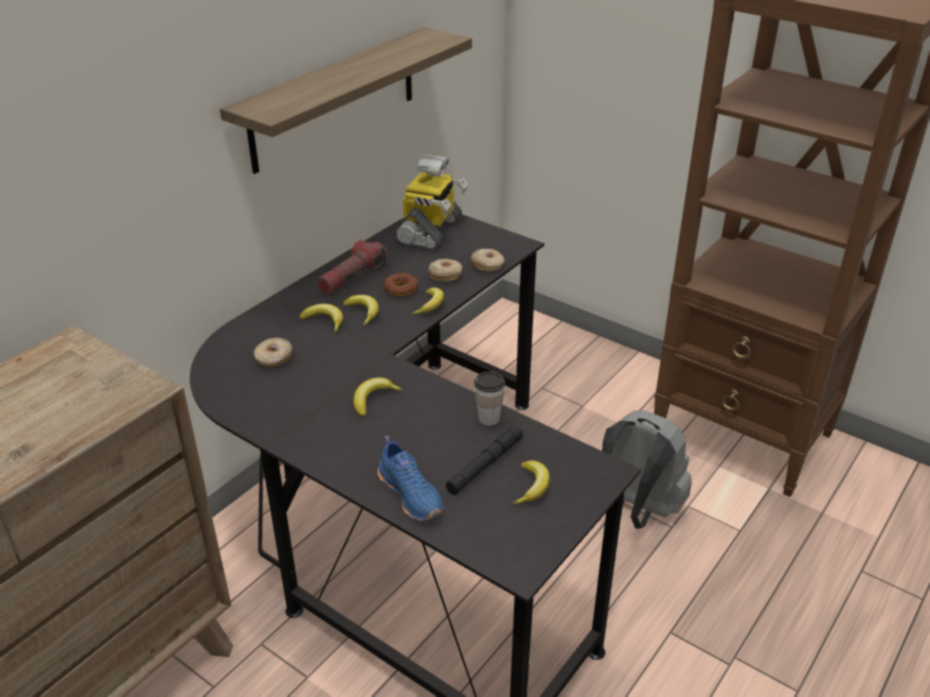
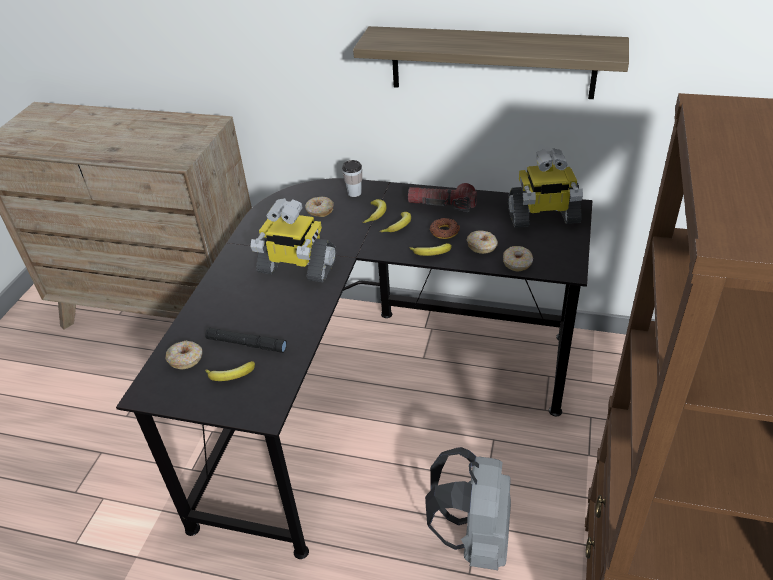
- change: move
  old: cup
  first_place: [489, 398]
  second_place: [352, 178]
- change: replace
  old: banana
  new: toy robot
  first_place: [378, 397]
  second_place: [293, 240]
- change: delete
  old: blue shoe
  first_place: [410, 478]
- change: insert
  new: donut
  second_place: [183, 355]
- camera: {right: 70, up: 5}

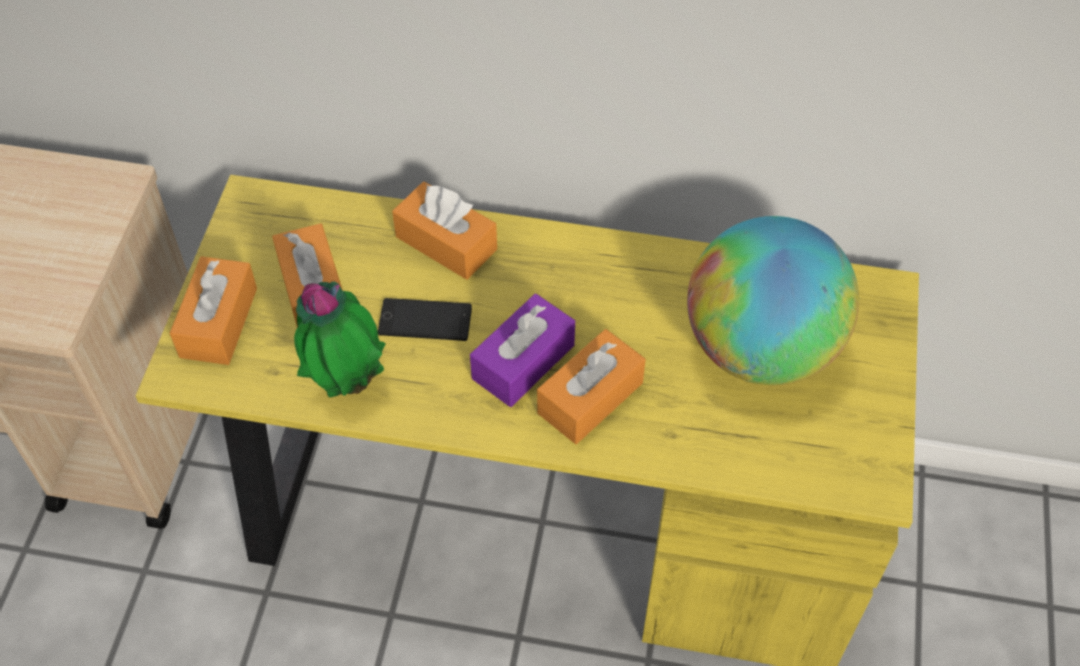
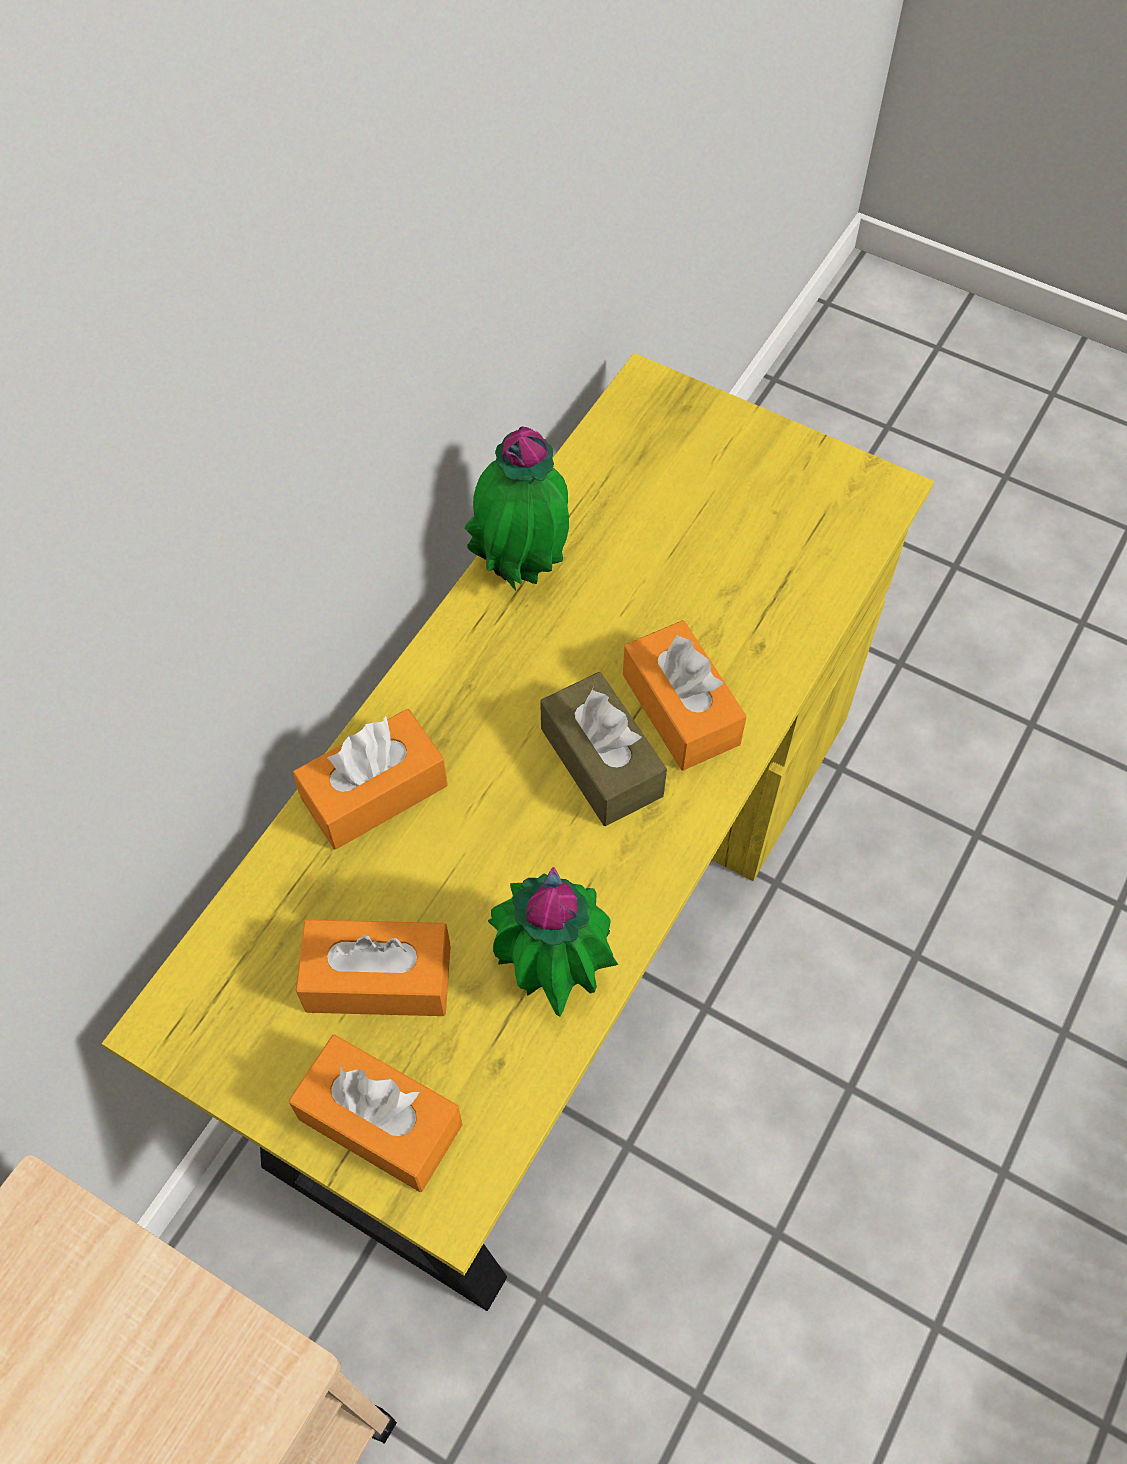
- change: delete
  old: globe
  first_place: [773, 300]
- change: recolor
  old: purple tissue box
  new: brown tissue box
  first_place: [522, 350]
  second_place: [603, 749]
- change: delete
  old: phone
  first_place: [425, 319]
- change: insert
  new: potted plant
  second_place: [517, 508]
- camera: {right: -70, up: 5}

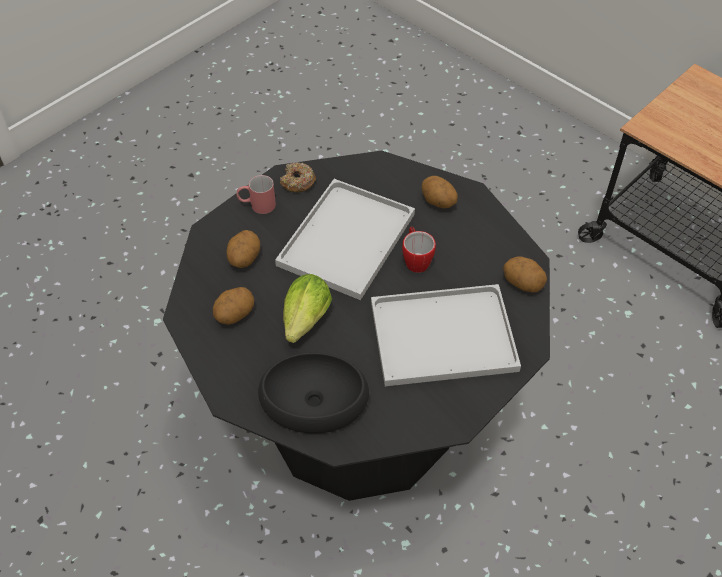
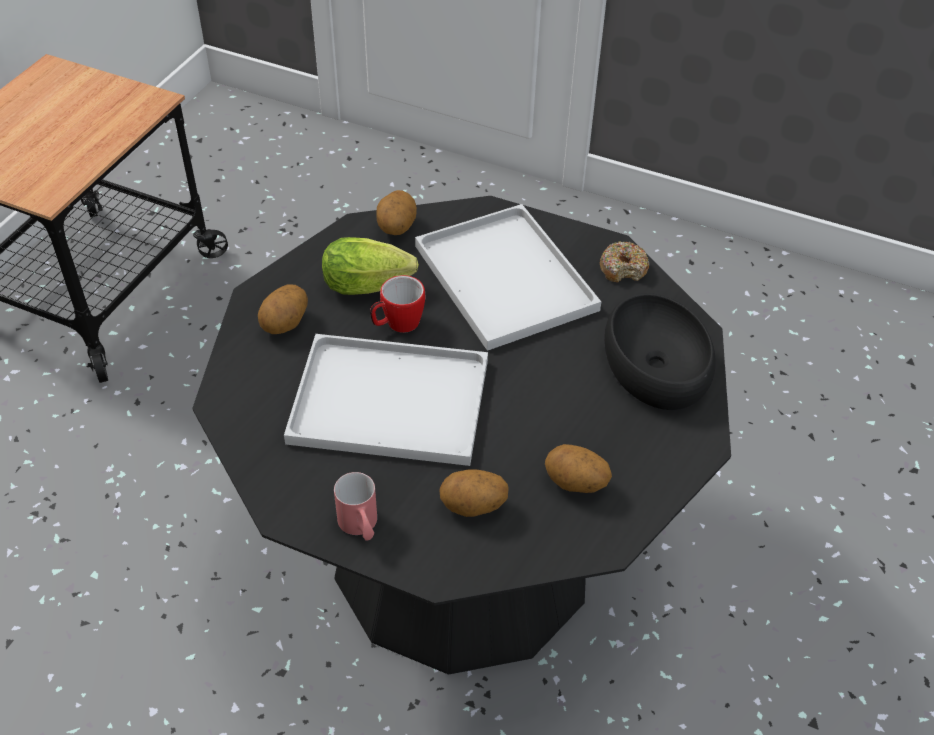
- change: move
  old: donut
  first_place: [298, 177]
  second_place: [624, 262]
- change: move
  old: lettuce
  first_place: [307, 308]
  second_place: [370, 266]
- camera: {right: -110, up: -5}

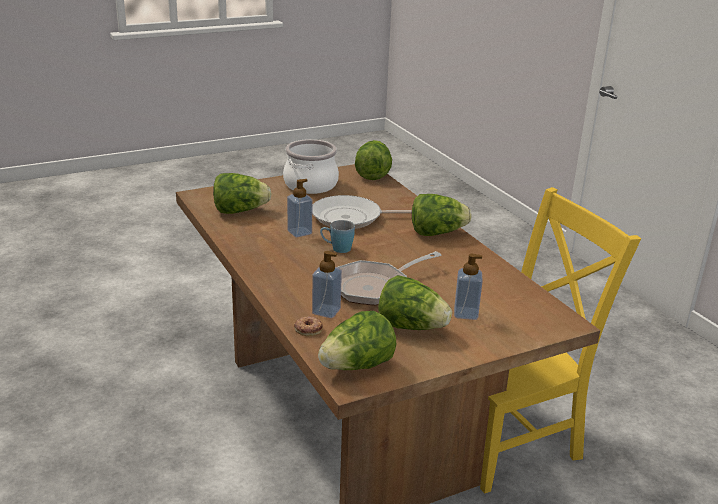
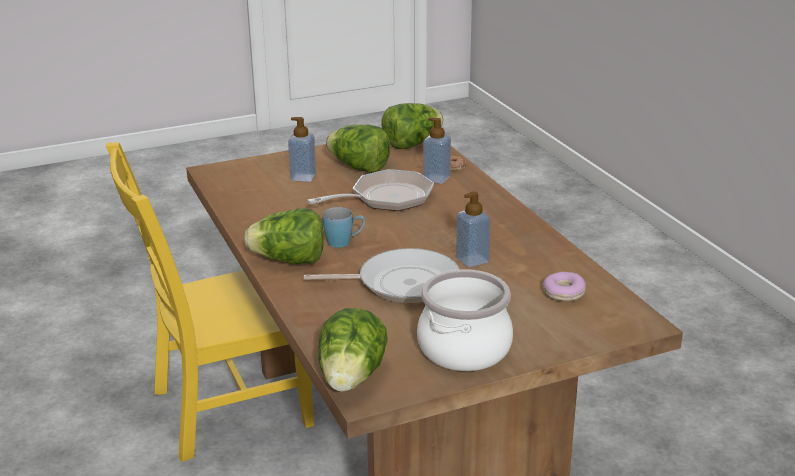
- change: replace
  old: lettuce
  new: donut
  first_place: [242, 193]
  second_place: [564, 286]
- change: move
  old: blue mug
  first_place: [337, 236]
  second_place: [344, 227]
- camera: {right: -175, up: 0}

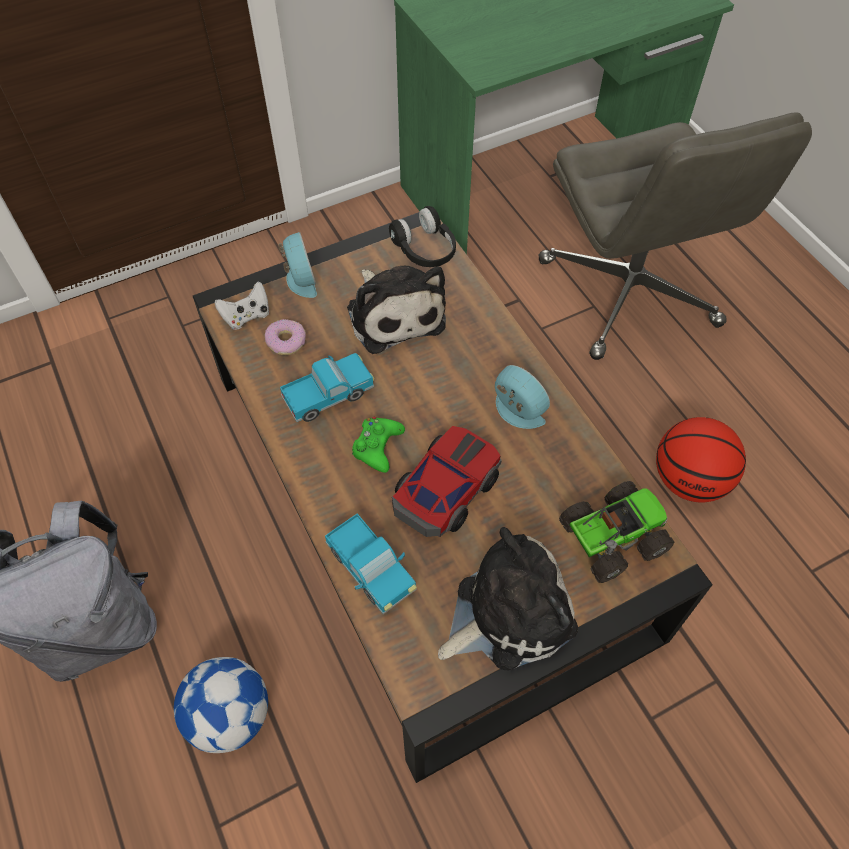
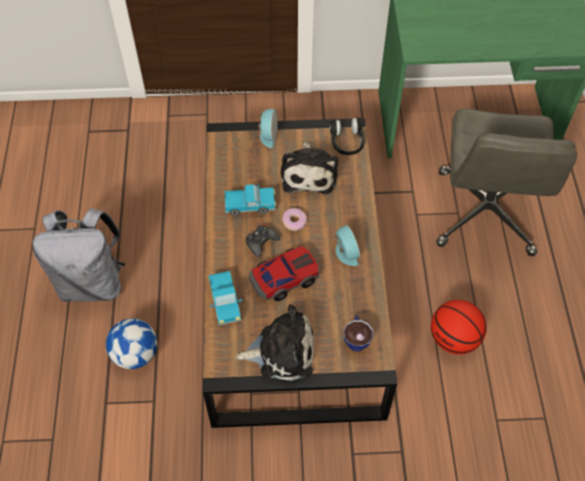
- change: delete
  old: white game controller
  first_place: [242, 305]
- change: move
  old: donut
  first_place: [285, 337]
  second_place: [294, 219]
- change: recolor
  old: green game controller
  new: black game controller
  first_place: [378, 445]
  second_place: [263, 241]
- change: replace
  old: toy truck
  new: cup
  first_place: [616, 532]
  second_place: [358, 333]
- camera: {right: 25, up: 0}

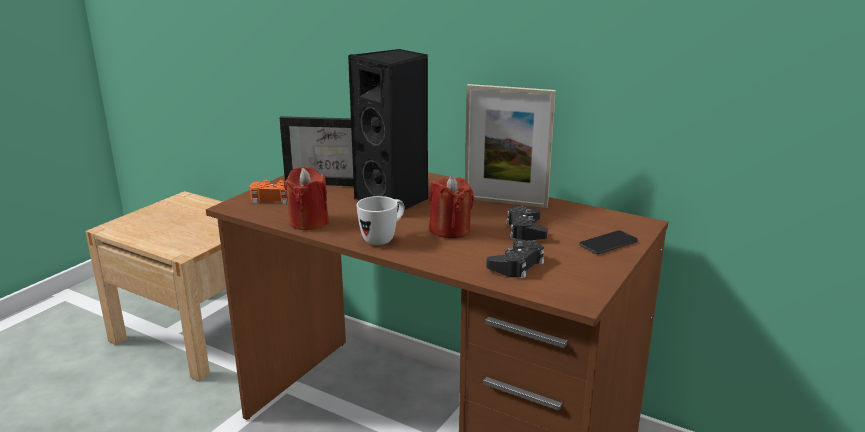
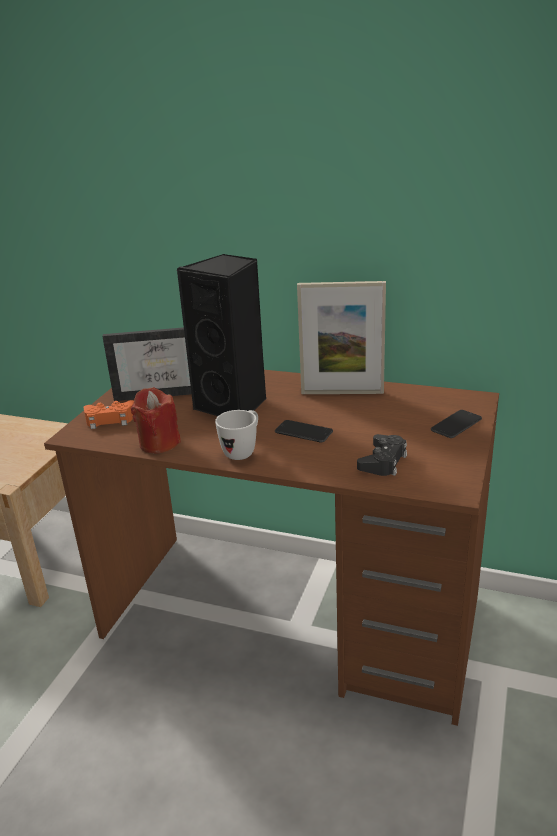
- change: replace
  old: red candle
  new: phone
  first_place: [451, 207]
  second_place: [304, 431]
- change: delete
  old: black game controller
  first_place: [527, 223]
- camera: {right: -10, up: 5}

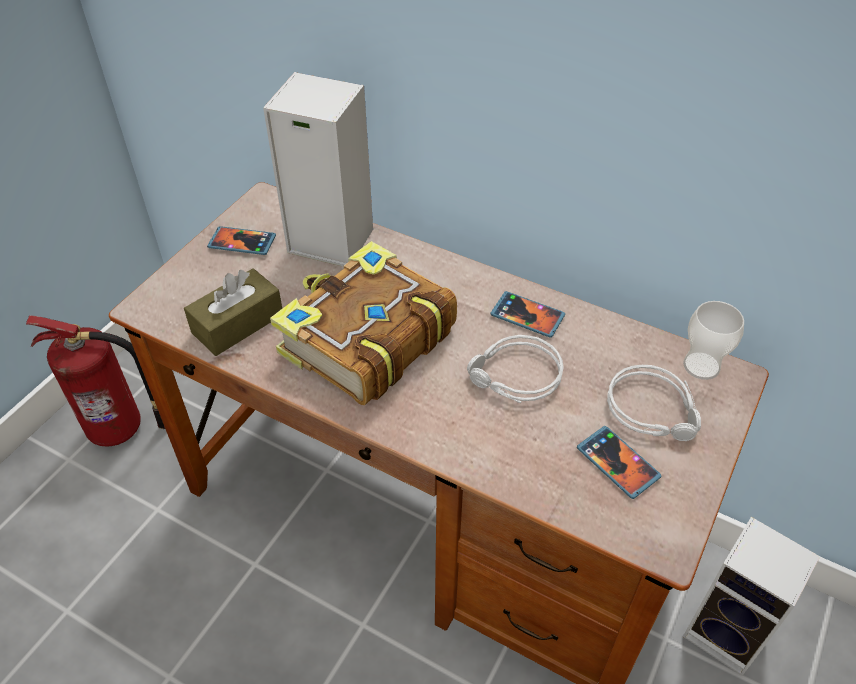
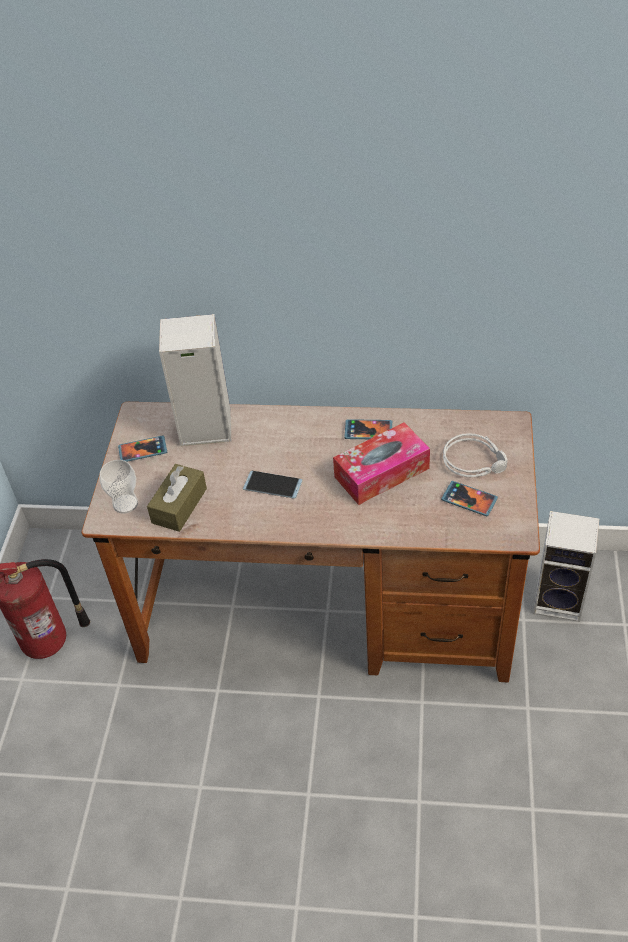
- change: replace
  old: book
  new: phone
  first_place: [363, 323]
  second_place: [273, 485]
- change: move
  old: cup
  first_place: [713, 340]
  second_place: [119, 487]
- change: replace
  old: grey headphones
  new: tissue box
  first_place: [515, 369]
  second_place: [381, 464]
- camera: {right: -20, up: 0}

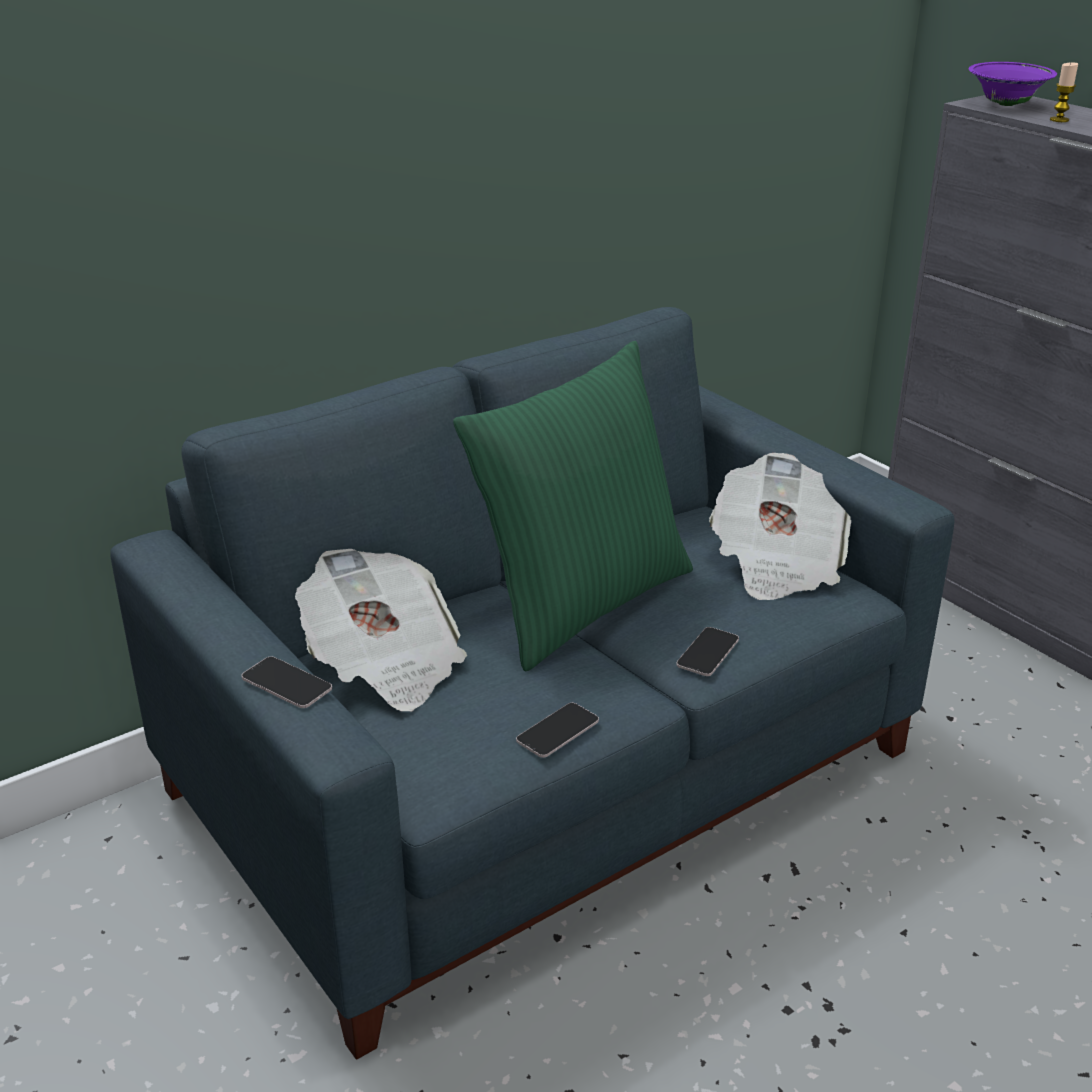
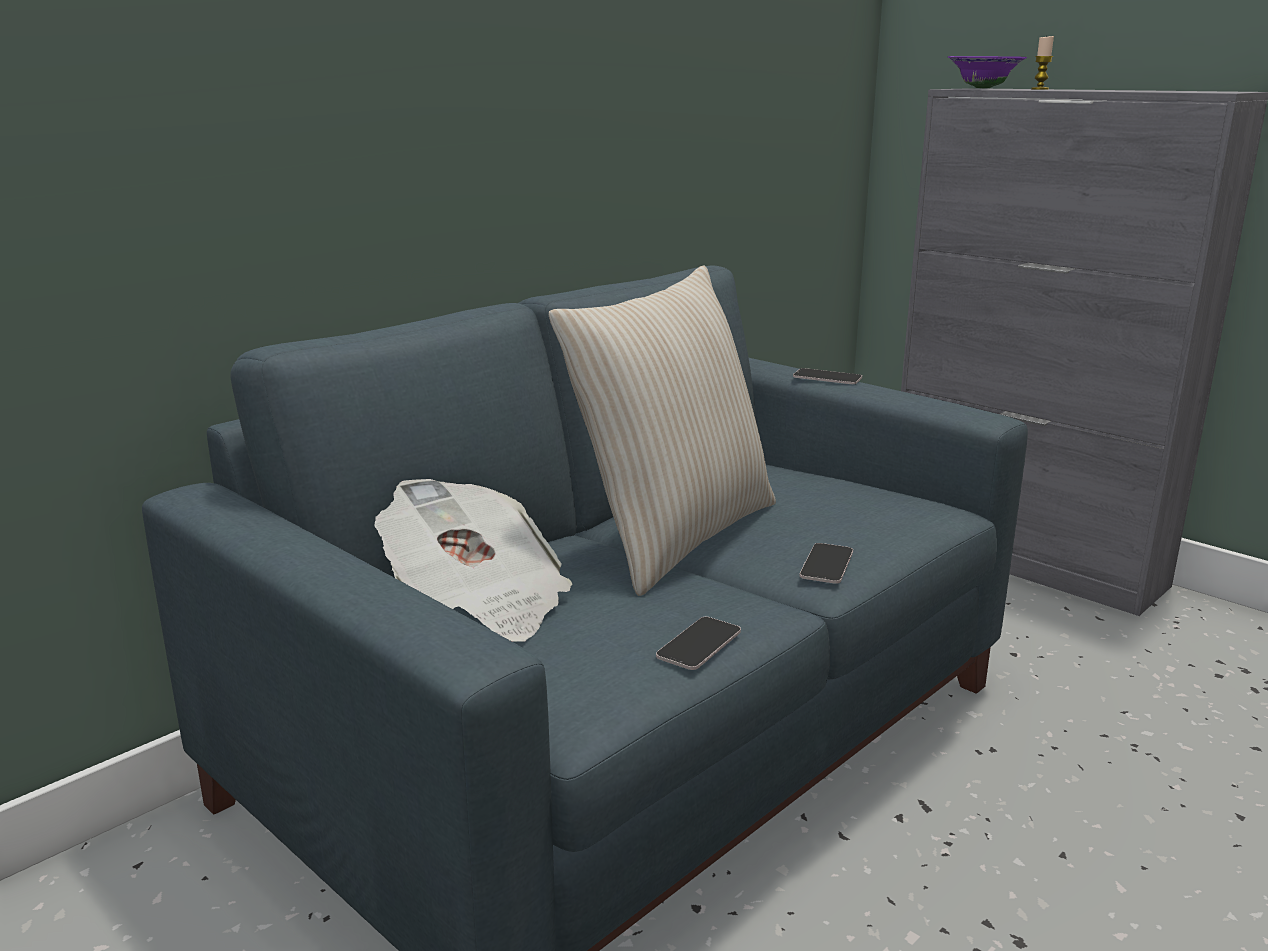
- change: recolor
  old: green pillow
  new: beige pillow
  first_place: [573, 506]
  second_place: [662, 430]
- change: delete
  old: newspaper
  first_place: [780, 526]
- change: move
  old: phone
  first_place: [287, 682]
  second_place: [827, 376]
- camera: {right: -10, up: -10}

